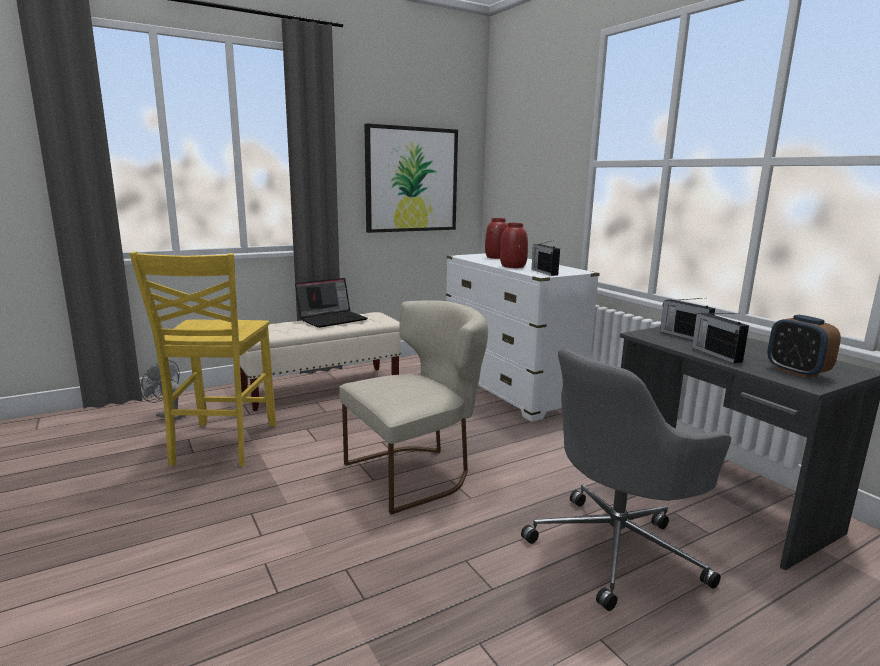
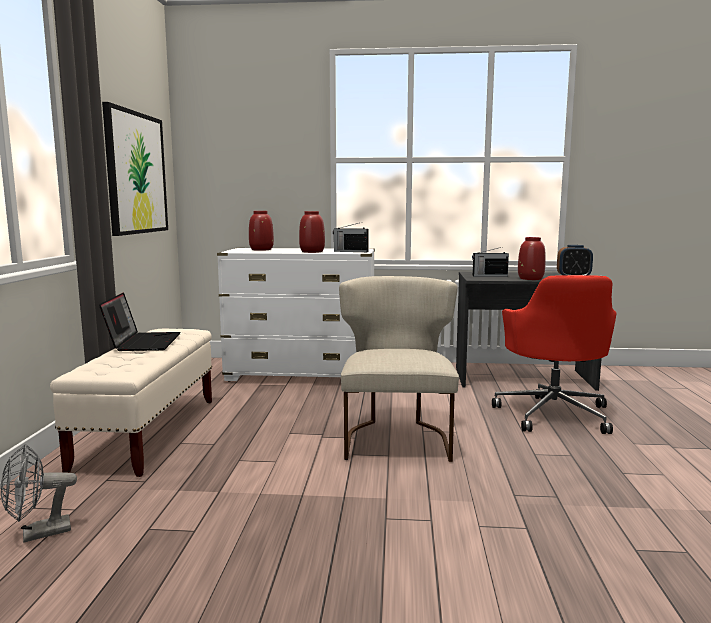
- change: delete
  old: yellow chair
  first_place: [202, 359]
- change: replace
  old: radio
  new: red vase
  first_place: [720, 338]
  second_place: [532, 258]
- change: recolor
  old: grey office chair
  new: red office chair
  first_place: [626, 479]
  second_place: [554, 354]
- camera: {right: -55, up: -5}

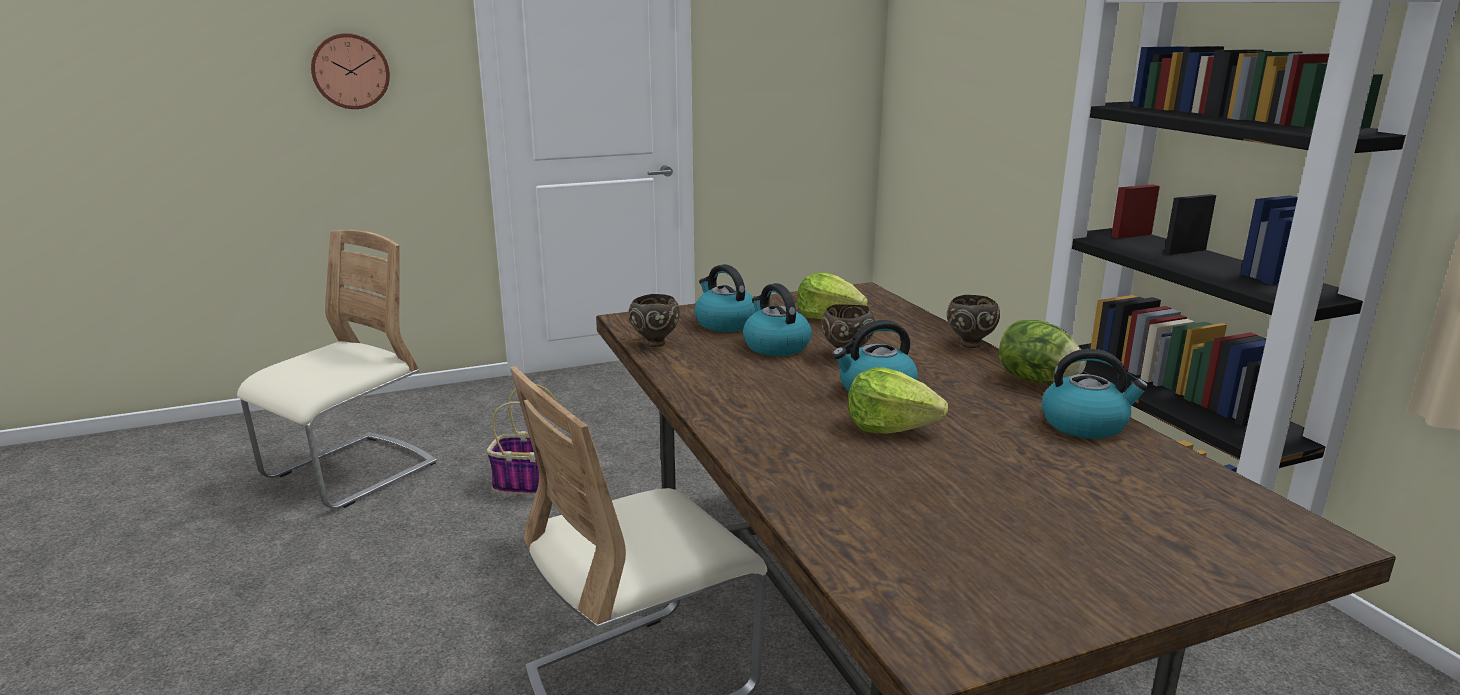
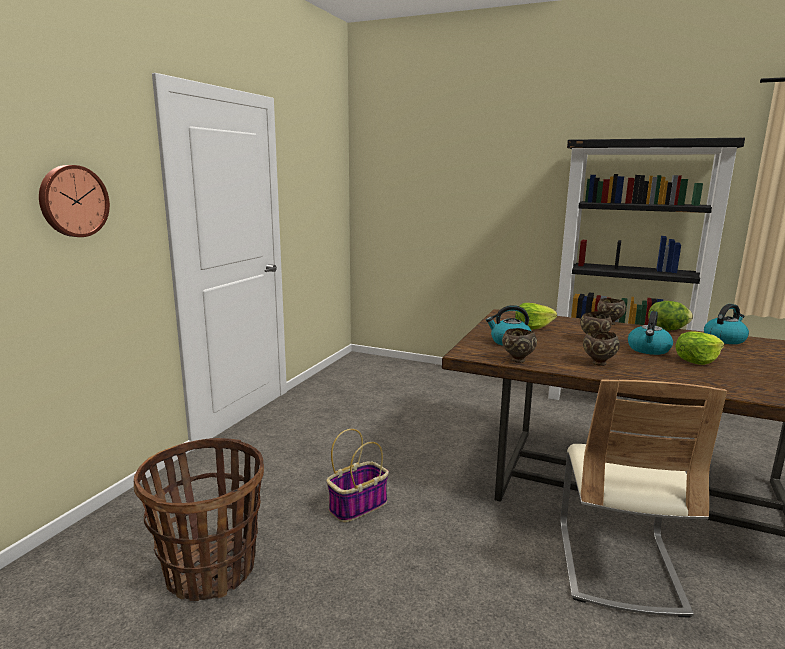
- change: replace
  old: beige chair
  new: basket
  first_place: [337, 369]
  second_place: [199, 519]
- change: delete
  old: kettle
  first_place: [777, 319]
- change: insert
  new: brown bowl
  second_place: [601, 348]
- camera: {right: -45, up: -5}

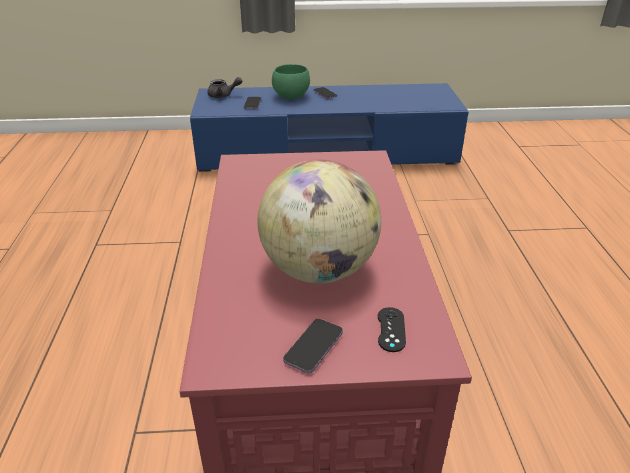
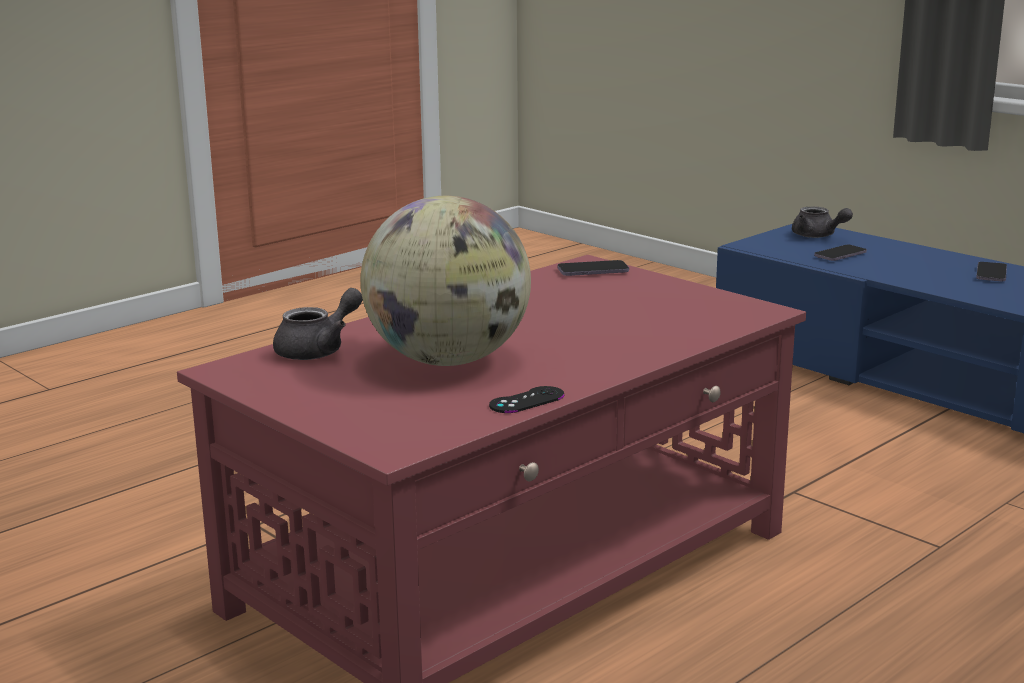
- change: delete
  old: green bowl
  first_place: [291, 81]
- change: move
  old: black game controller
  first_place: [392, 329]
  second_place: [526, 399]
- change: move
  old: phone
  first_place: [313, 346]
  second_place: [593, 268]
- change: insert
  new: grey teapot
  second_place: [318, 324]
- camera: {right: 50, up: -15}

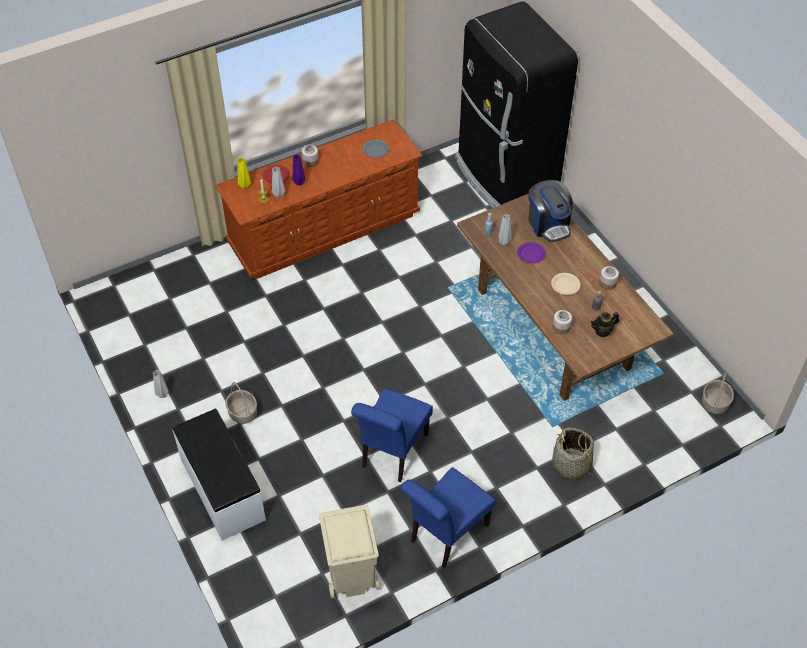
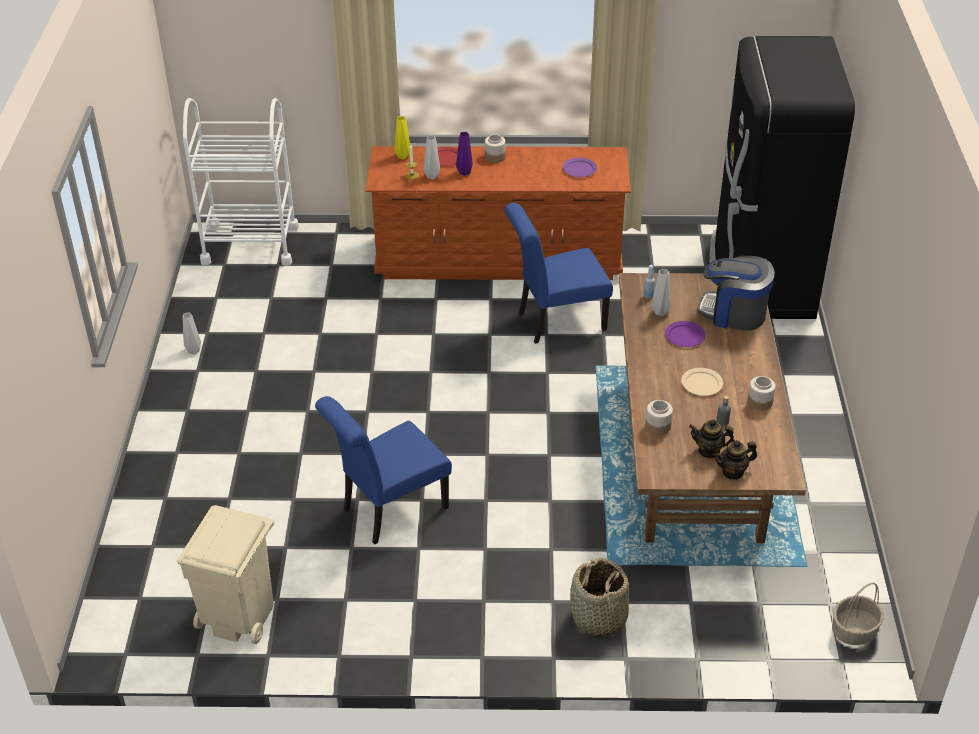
- change: recolor
  old: grey plate
  new: purple plate
  first_place: [375, 148]
  second_place: [579, 167]
- change: rotate
  old: coffee machine
  first_place: [550, 211]
  second_place: [736, 293]
  degrees: 105
- change: delete
  old: basket
  first_place: [241, 403]
- change: delete
  old: white bench
  first_place: [219, 475]
- change: move
  old: blue chair
  first_place: [448, 517]
  second_place: [558, 273]
- change: insert
  new: white cart
  second_place: [241, 182]
- change: insert
  new: teapot
  second_place: [735, 460]
- camera: {right: 30, up: -10}

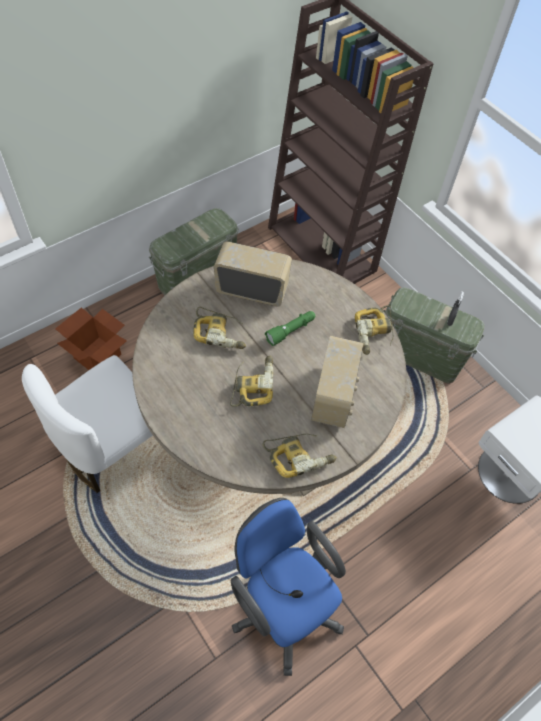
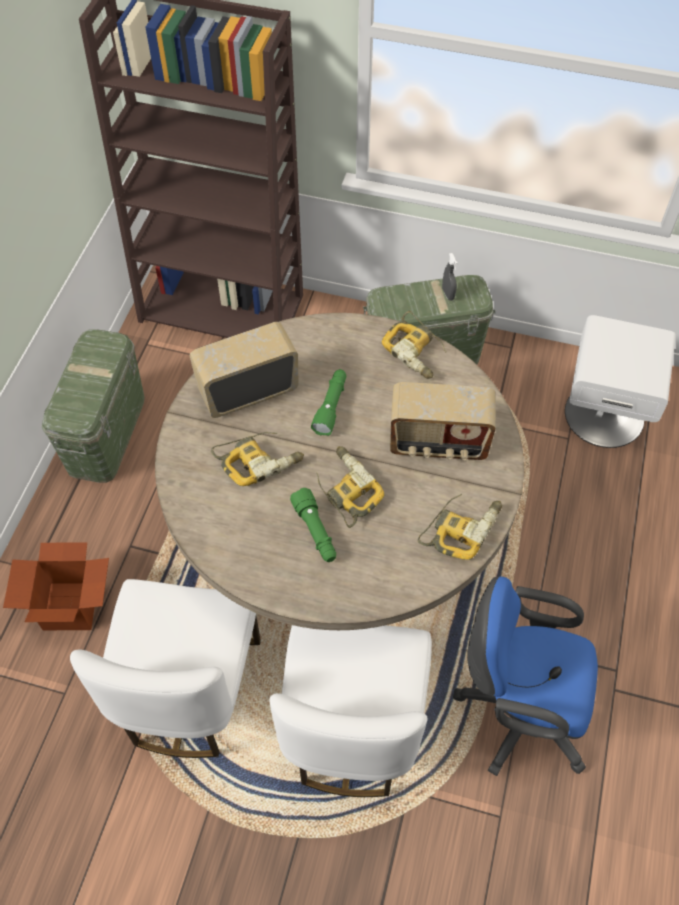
- change: rotate
  old: radio
  first_place: [337, 382]
  second_place: [443, 421]
  degrees: 120
- change: insert
  new: green flashlight
  second_place: [313, 525]
- change: insert
  new: white chair
  second_place: [351, 711]
- camera: {right: -35, up: 0}

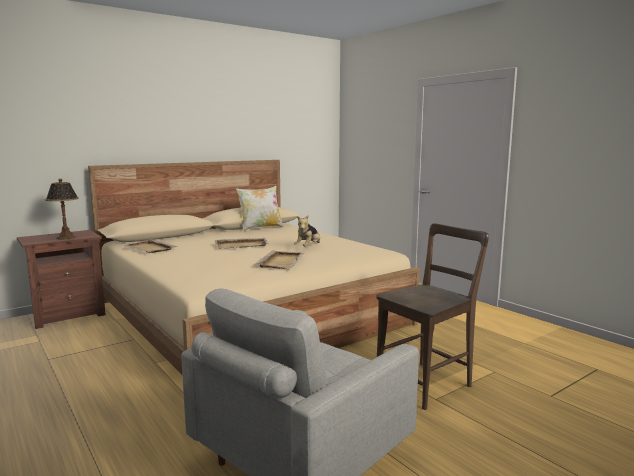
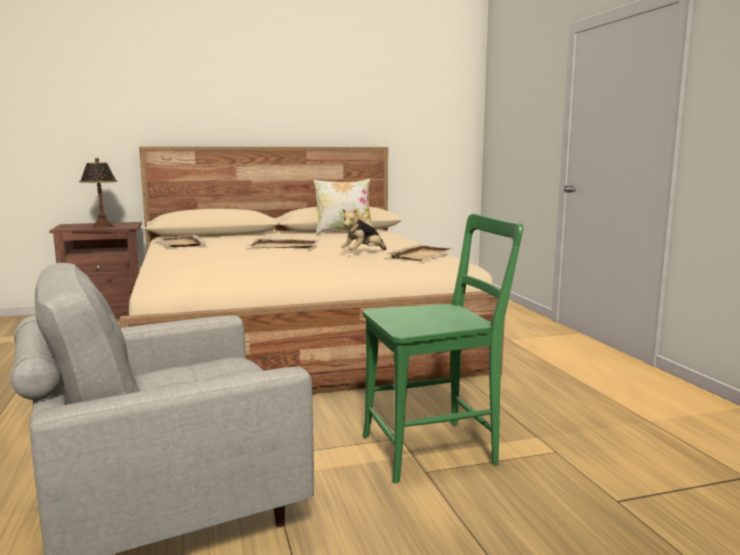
- change: recolor
  old: brown chair
  new: green chair
  first_place: [432, 316]
  second_place: [442, 348]
- change: move
  old: beige tray
  first_place: [280, 260]
  second_place: [420, 253]
- camera: {right: 20, up: 0}

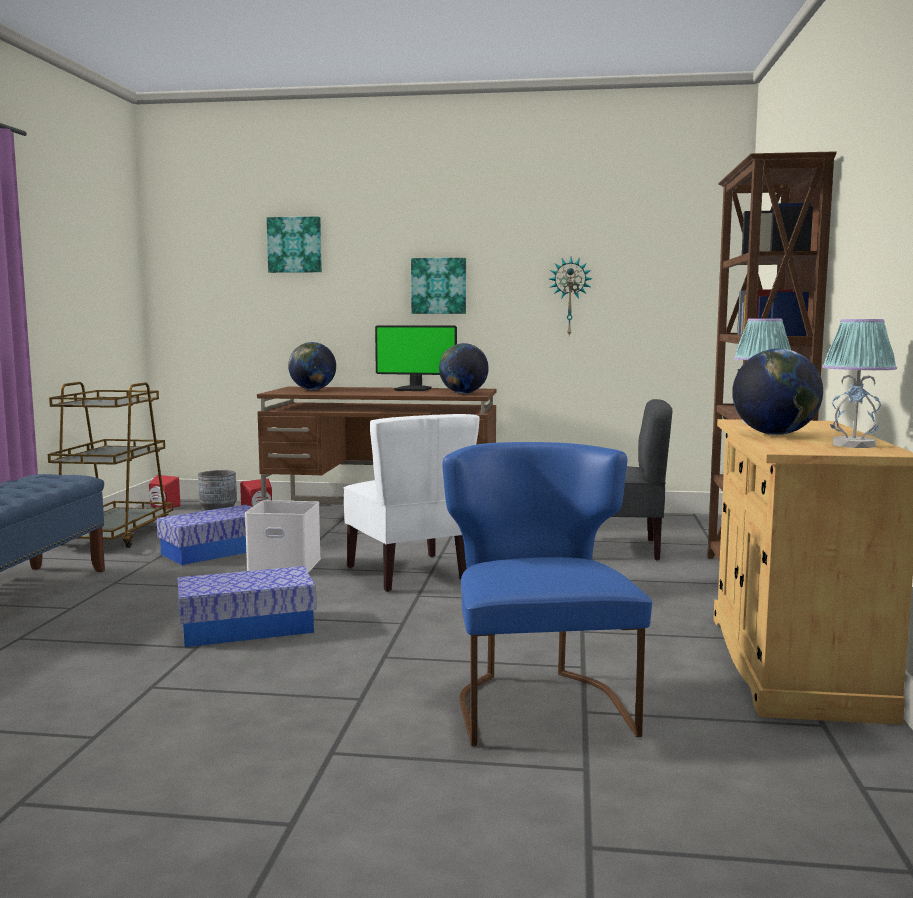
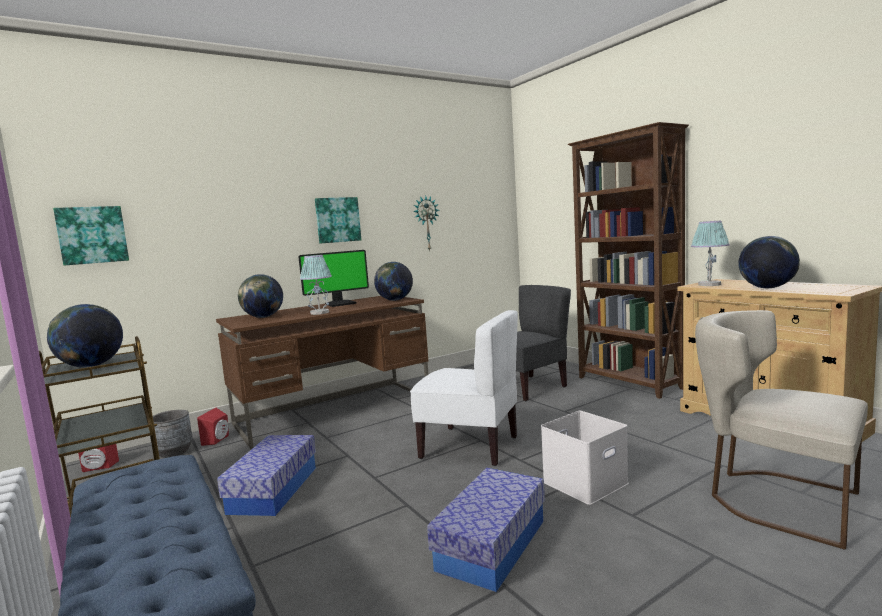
- change: move
  old: picture
  first_place: [294, 244]
  second_place: [91, 236]
- change: move
  old: table lamp
  first_place: [859, 383]
  second_place: [316, 285]
- change: recolor
  old: blue chair
  new: beige chair
  first_place: [547, 594]
  second_place: [781, 429]
- change: move
  old: white storage box
  first_place: [283, 536]
  second_place: [585, 458]
- change: insert
  new: globe
  second_place: [85, 336]
- camera: {right: -40, up: 0}

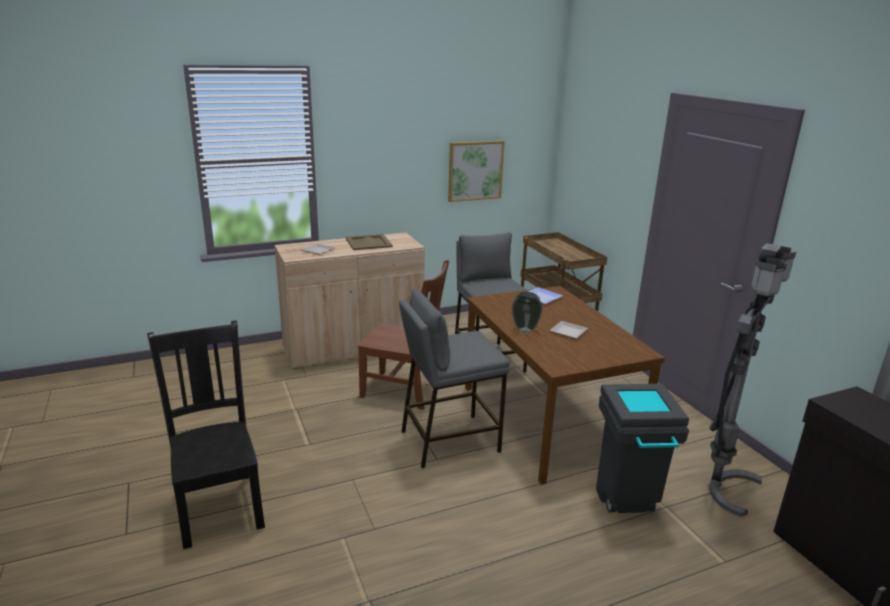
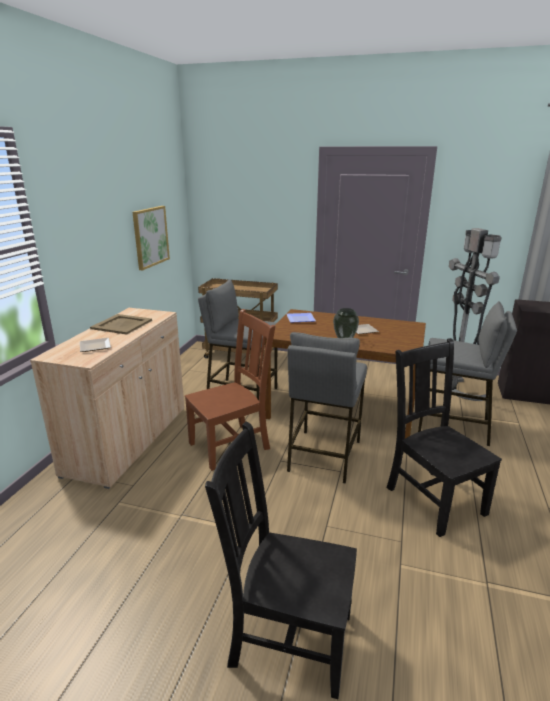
- change: replace
  old: grey trash can
  new: grey stool
  first_place: [642, 448]
  second_place: [467, 373]
- change: insert
  new: black chair
  second_place: [444, 437]
- camera: {right: -50, up: 0}

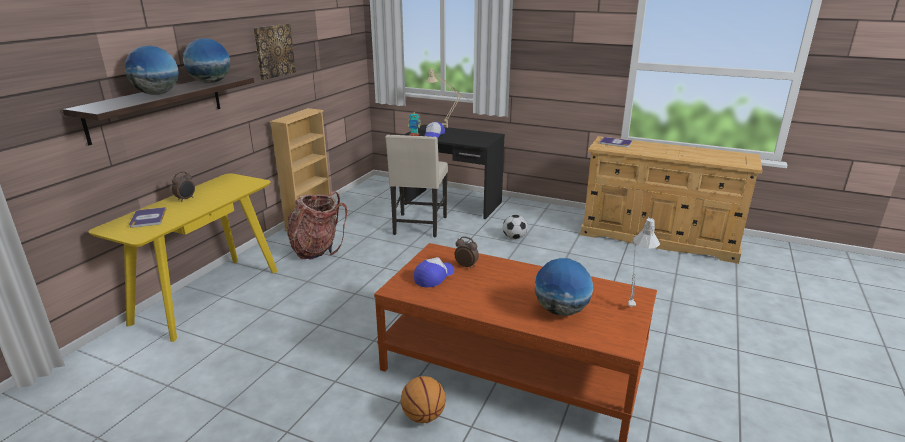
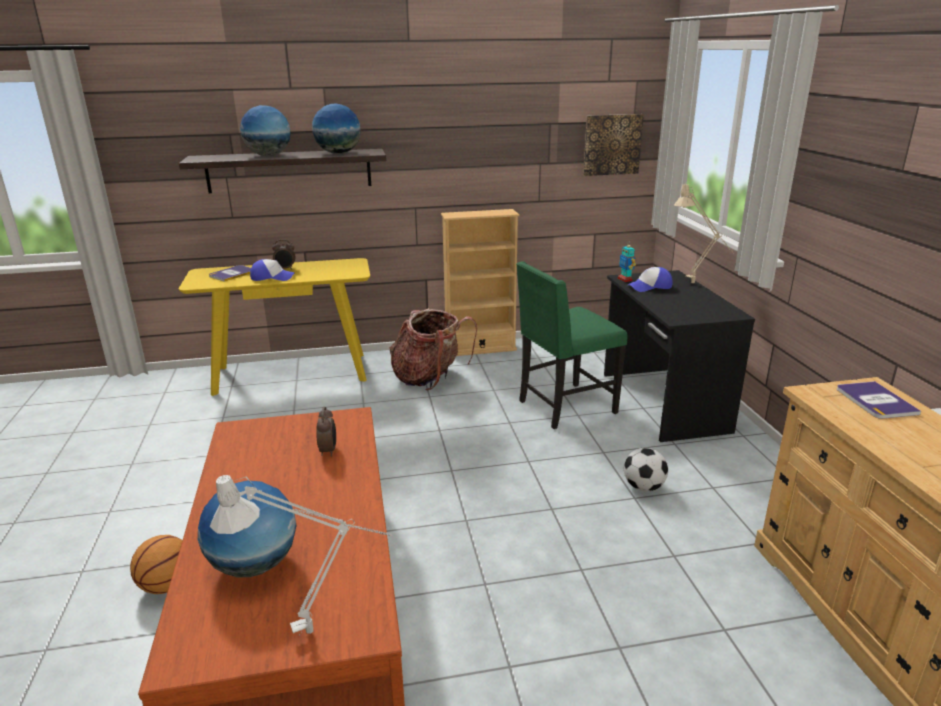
- change: move
  old: picture
  first_place: [274, 52]
  second_place: [613, 145]
- change: recolor
  old: beige chair
  new: green chair
  first_place: [416, 186]
  second_place: [571, 345]
- change: move
  old: cap
  first_place: [434, 272]
  second_place: [272, 270]
- camera: {right: 55, up: 0}

